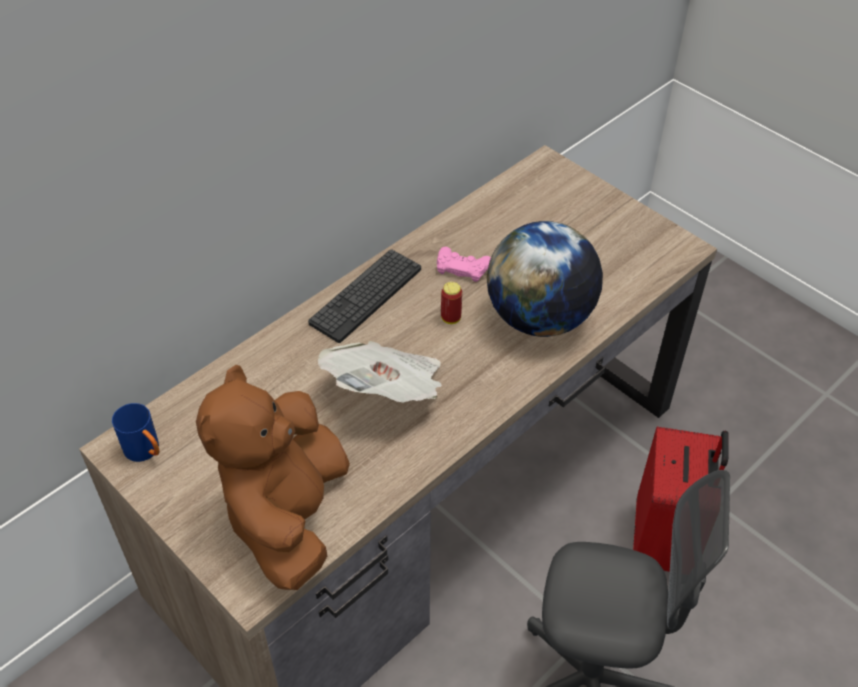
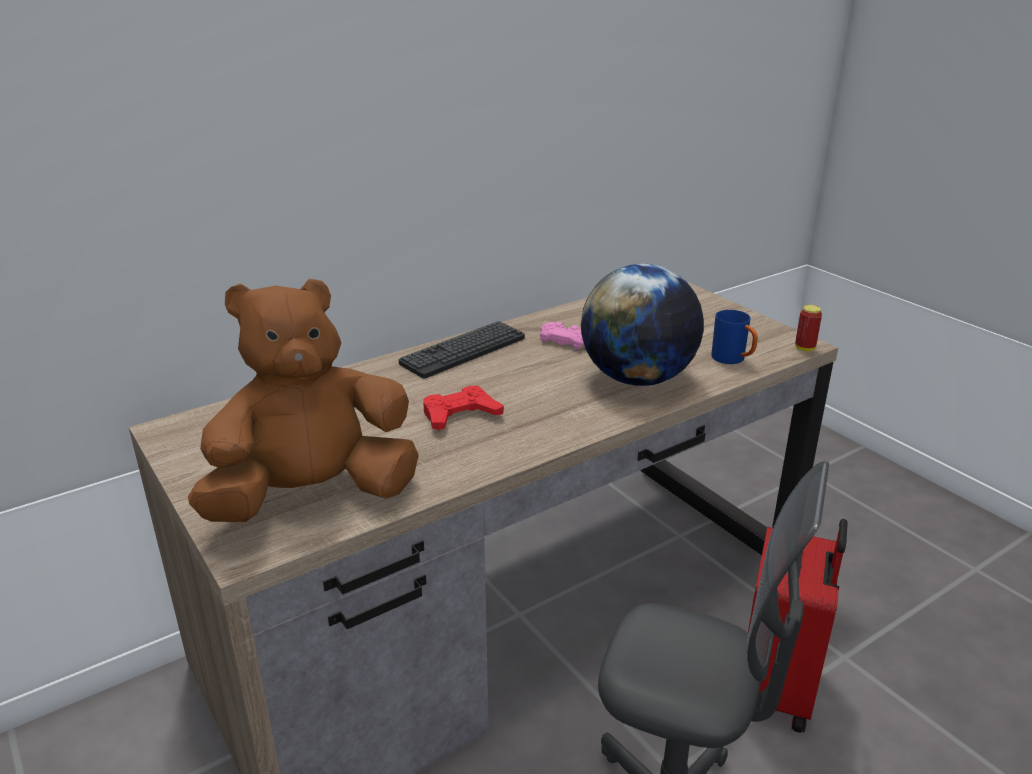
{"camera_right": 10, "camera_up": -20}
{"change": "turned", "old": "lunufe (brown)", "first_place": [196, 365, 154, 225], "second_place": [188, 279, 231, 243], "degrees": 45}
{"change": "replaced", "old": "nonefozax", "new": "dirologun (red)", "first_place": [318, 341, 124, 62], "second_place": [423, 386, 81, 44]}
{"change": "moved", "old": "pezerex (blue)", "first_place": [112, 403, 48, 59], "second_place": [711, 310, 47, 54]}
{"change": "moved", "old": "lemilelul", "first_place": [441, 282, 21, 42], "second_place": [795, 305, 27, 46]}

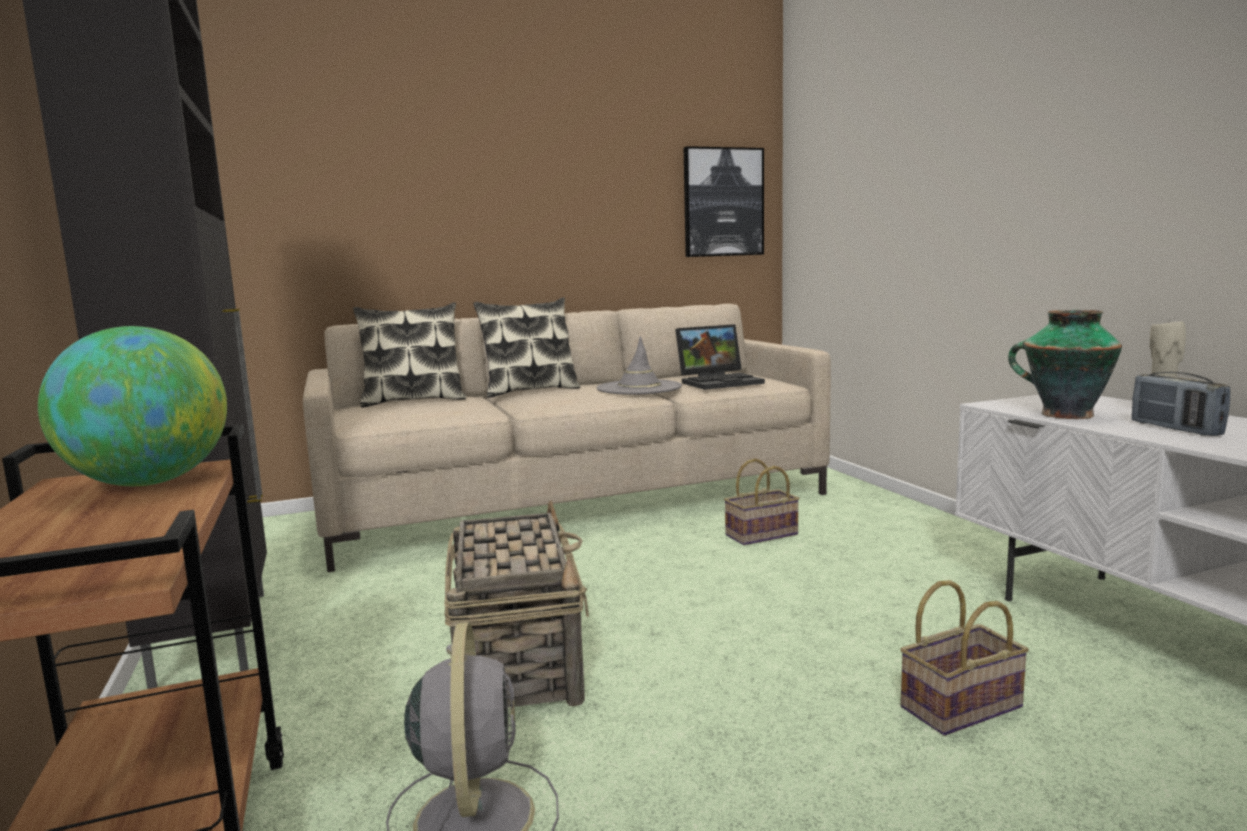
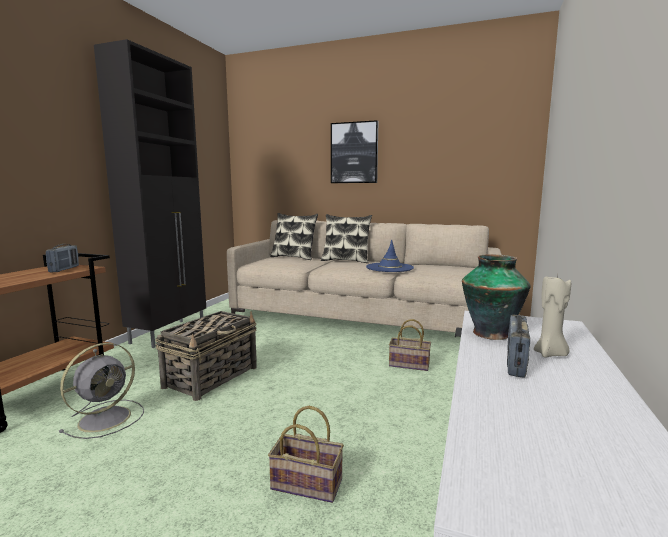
{"camera_right": 40, "camera_up": 0}
{"change": "replaced", "old": "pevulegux", "new": "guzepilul", "first_place": [38, 326, 189, 160], "second_place": [46, 244, 33, 28]}
{"change": "moved", "old": "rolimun", "first_place": [684, 146, 80, 111], "second_place": [331, 120, 47, 63]}
{"change": "recoloured", "old": "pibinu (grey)", "new": "pibinu (blue)", "first_place": [596, 336, 86, 59], "second_place": [366, 240, 48, 32]}
{"change": "removed", "old": "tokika", "first_place": [675, 324, 90, 66]}

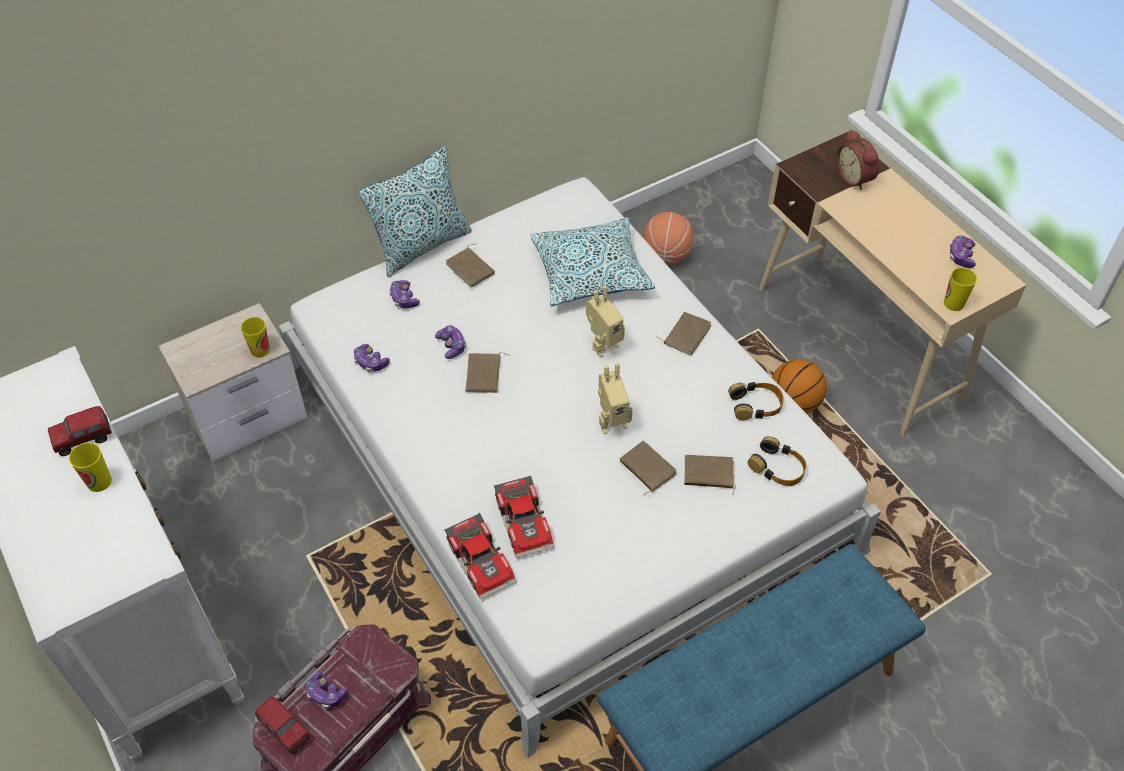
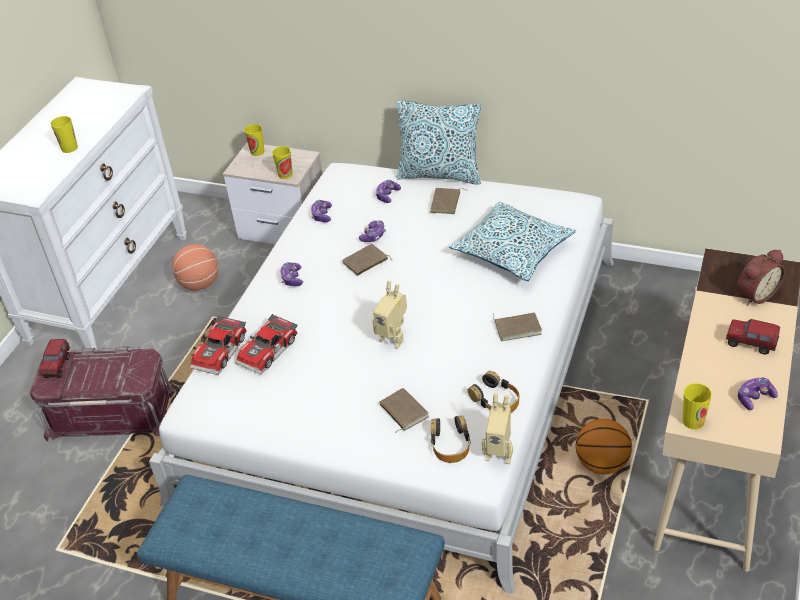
{"camera_right": 55, "camera_up": -10}
{"change": "moved", "old": "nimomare", "first_place": [643, 212, 51, 52], "second_place": [172, 244, 46, 47]}
{"change": "added", "new": "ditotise", "second_place": [244, 124, 21, 32]}
{"change": "moved", "old": "dirologun", "first_place": [305, 672, 43, 37], "second_place": [280, 262, 23, 24]}
{"change": "moved", "old": "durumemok", "first_place": [586, 286, 39, 71], "second_place": [482, 393, 31, 71]}
{"change": "moved", "old": "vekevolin", "first_place": [48, 406, 64, 50], "second_place": [726, 319, 54, 36]}
{"change": "turned", "old": "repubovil", "first_place": [836, 129, 43, 61], "second_place": [737, 249, 48, 56], "degrees": -150}
{"change": "removed", "old": "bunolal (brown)", "first_place": [620, 441, 57, 54]}

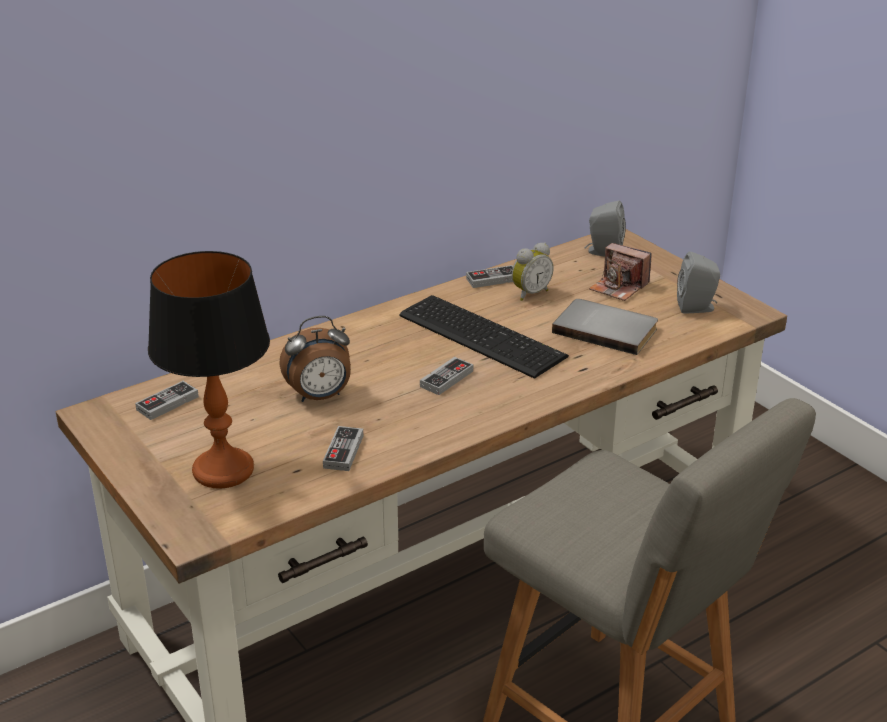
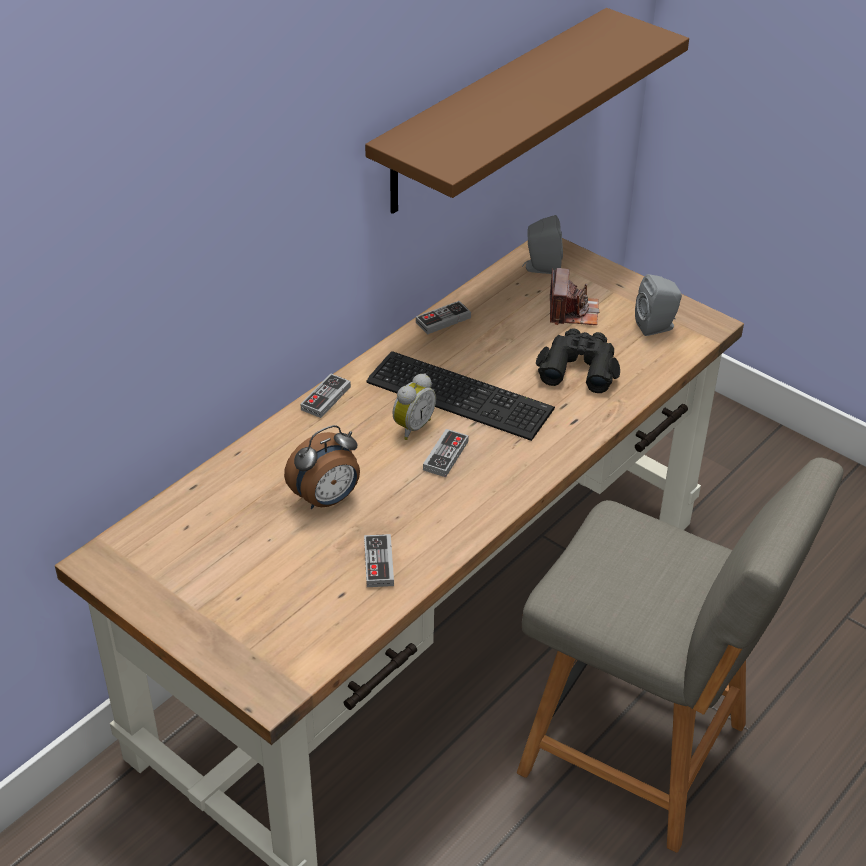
{"camera_right": -15, "camera_up": 10}
{"change": "moved", "old": "dirologun", "first_place": [135, 381, 64, 39], "second_place": [301, 374, 50, 44]}
{"change": "added", "new": "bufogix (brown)", "second_place": [365, 8, 324, 206]}
{"change": "moved", "old": "repubovil", "first_place": [512, 242, 42, 59], "second_place": [392, 373, 44, 67]}
{"change": "replaced", "old": "bunolal (grey)", "new": "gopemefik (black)", "first_place": [552, 299, 106, 56], "second_place": [536, 328, 84, 65]}
{"change": "turned", "old": "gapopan", "first_place": [589, 243, 63, 58], "second_place": [550, 268, 49, 57], "degrees": -105}
{"change": "removed", "old": "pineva", "first_place": [148, 251, 122, 238]}

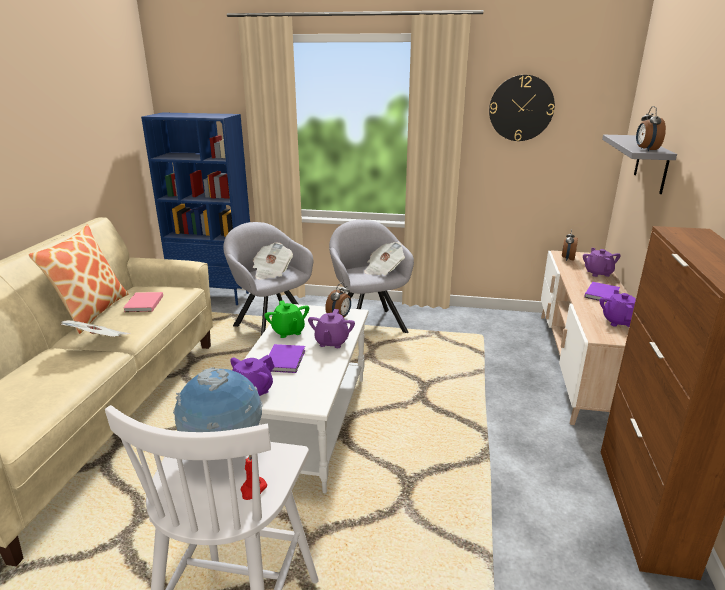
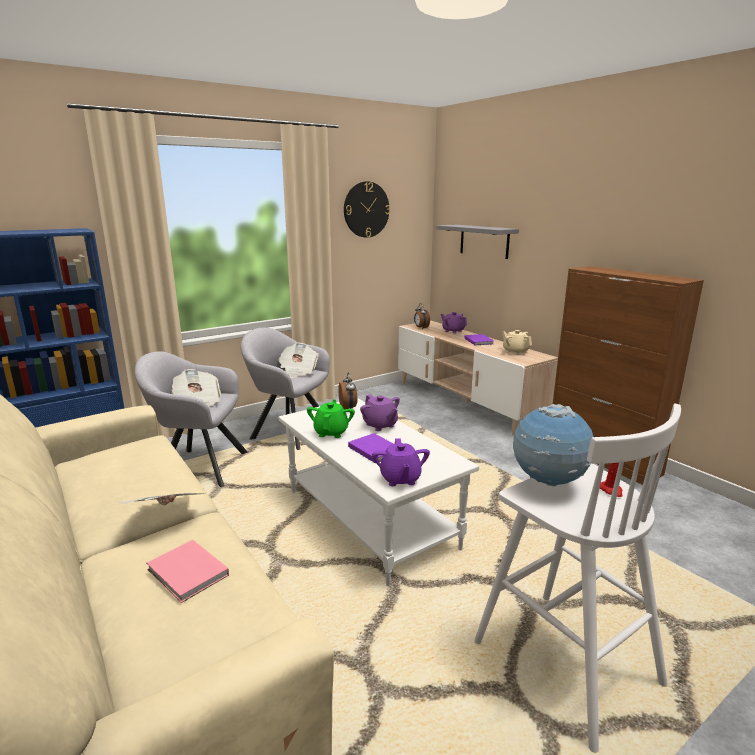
{"camera_right": -45, "camera_up": -5}
{"change": "moved", "old": "bunolal (pink)", "first_place": [123, 292, 40, 20], "second_place": [146, 540, 83, 63]}
{"change": "turned", "old": "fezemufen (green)", "first_place": [264, 300, 45, 38], "second_place": [307, 400, 48, 38], "degrees": -105}
{"change": "recoloured", "old": "fezemufen (purple)", "new": "fezemufen (beige)", "first_place": [599, 290, 37, 37], "second_place": [502, 330, 30, 25]}
{"change": "removed", "old": "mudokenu", "first_place": [29, 224, 100, 110]}
{"change": "removed", "old": "repubovil", "first_place": [636, 106, 30, 45]}

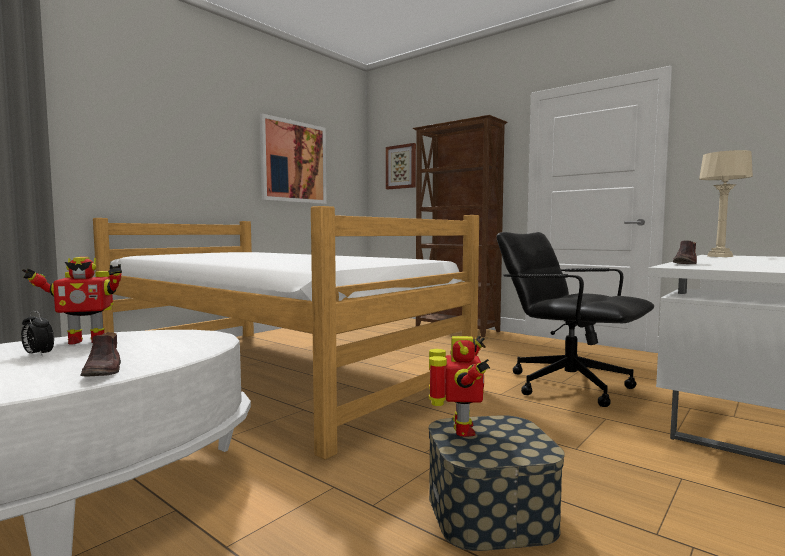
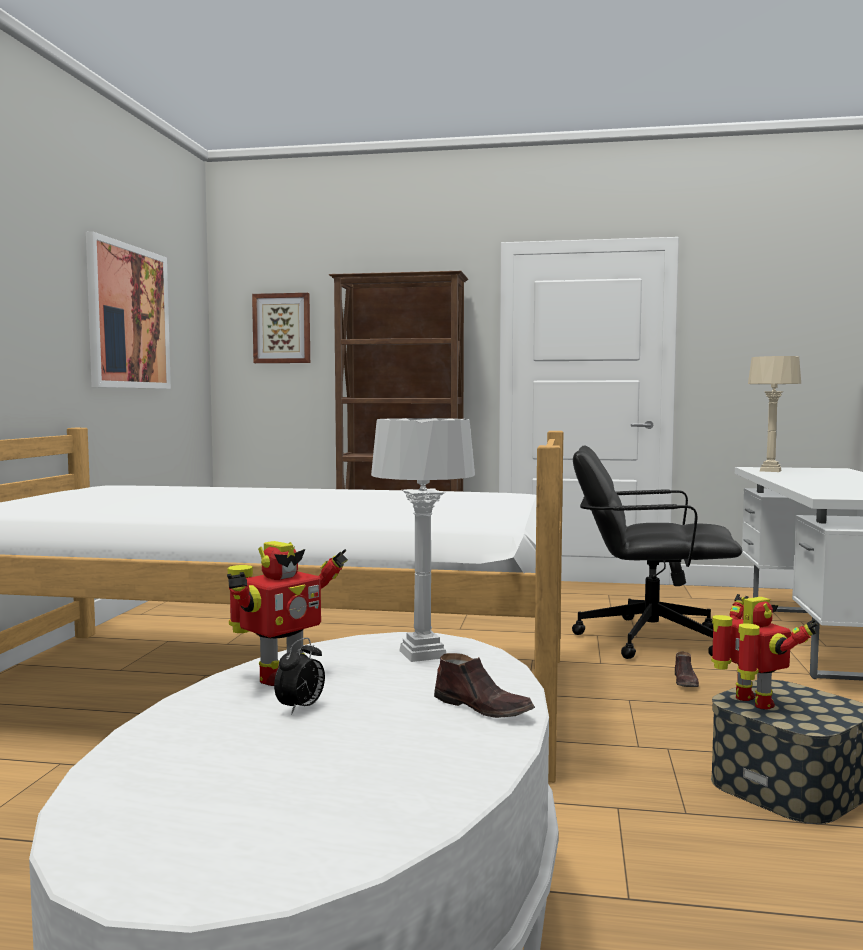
{"camera_right": -30, "camera_up": 0}
{"change": "turned", "old": "repubovil", "first_place": [21, 311, 33, 46], "second_place": [274, 638, 51, 77], "degrees": -60}
{"change": "added", "new": "pineva (white)", "second_place": [371, 418, 104, 244]}
{"change": "moved", "old": "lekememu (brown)", "first_place": [673, 240, 24, 24], "second_place": [675, 651, 24, 36]}

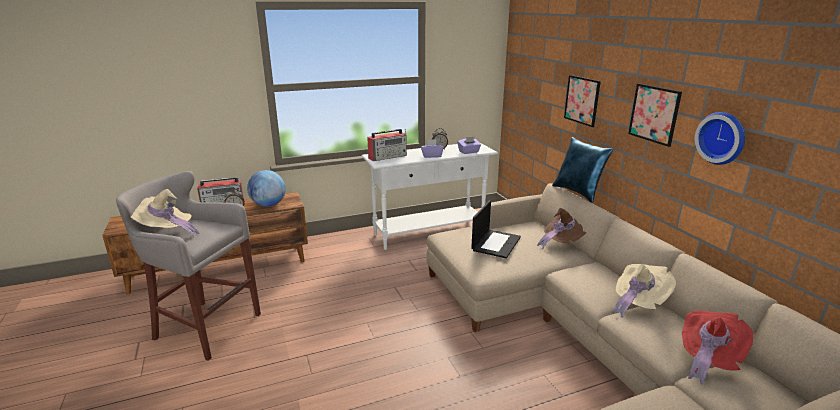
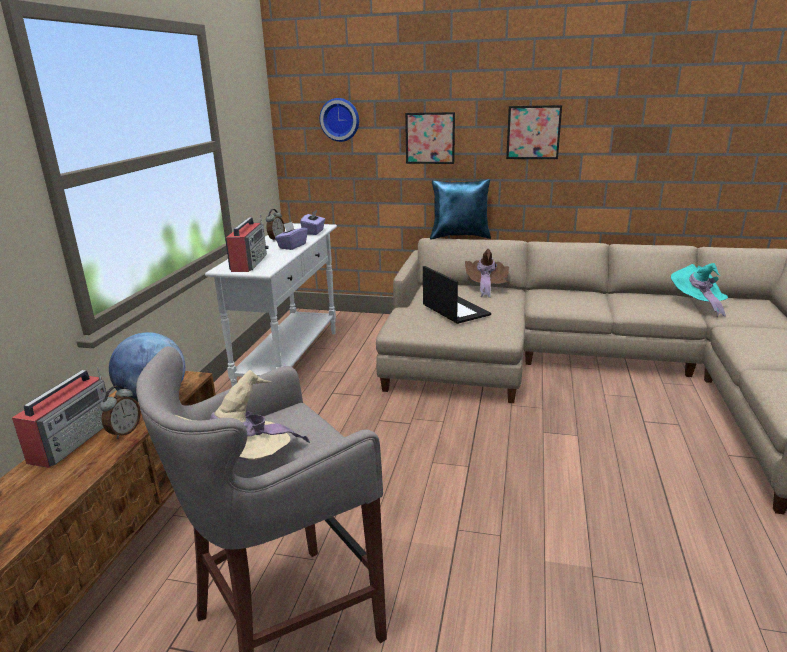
{"camera_right": -55, "camera_up": 0}
{"change": "moved", "old": "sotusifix", "first_place": [695, 112, 50, 53], "second_place": [320, 98, 39, 44]}
{"change": "recoloured", "old": "pibinu (red)", "new": "pibinu (turquoise)", "first_place": [682, 311, 72, 74], "second_place": [671, 263, 57, 54]}
{"change": "removed", "old": "pibinu (beige)", "first_place": [612, 264, 64, 54]}

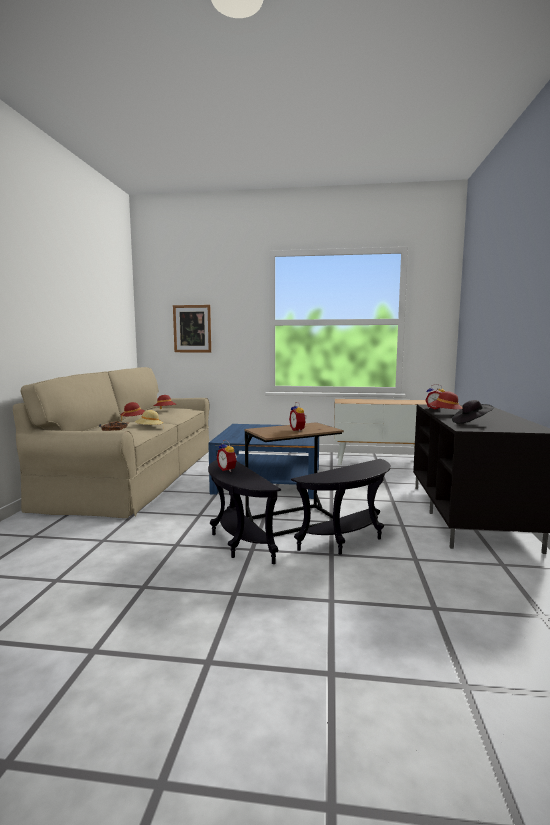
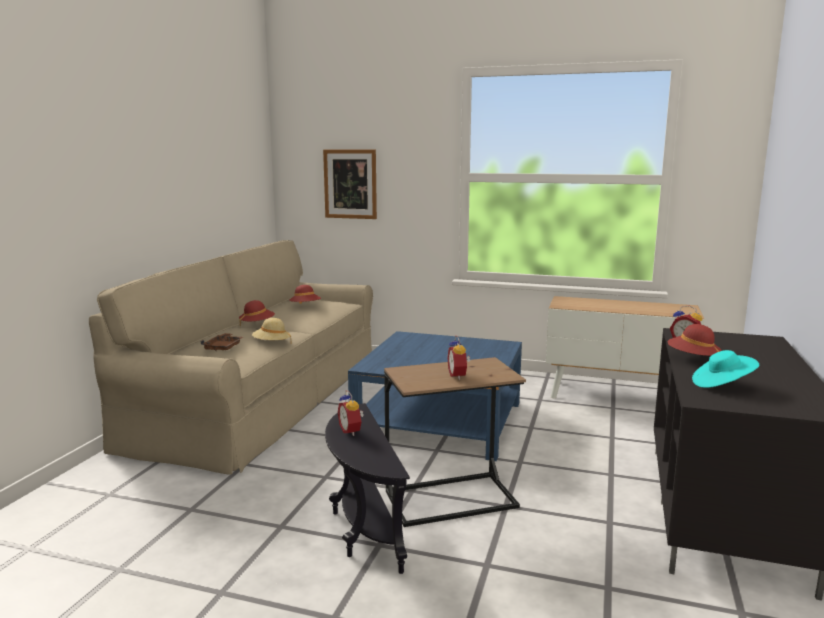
{"camera_right": 10, "camera_up": 5}
{"change": "recoloured", "old": "pibinu (black)", "new": "pibinu (turquoise)", "first_place": [452, 400, 42, 24], "second_place": [692, 350, 67, 38]}
{"change": "removed", "old": "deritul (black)", "first_place": [291, 459, 100, 96]}

